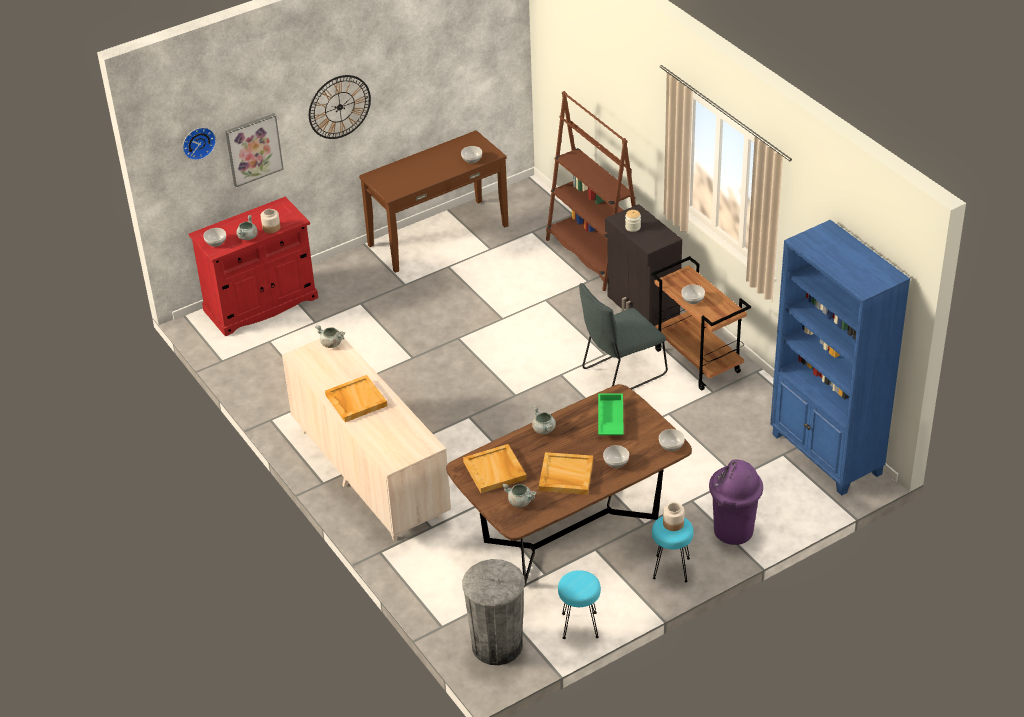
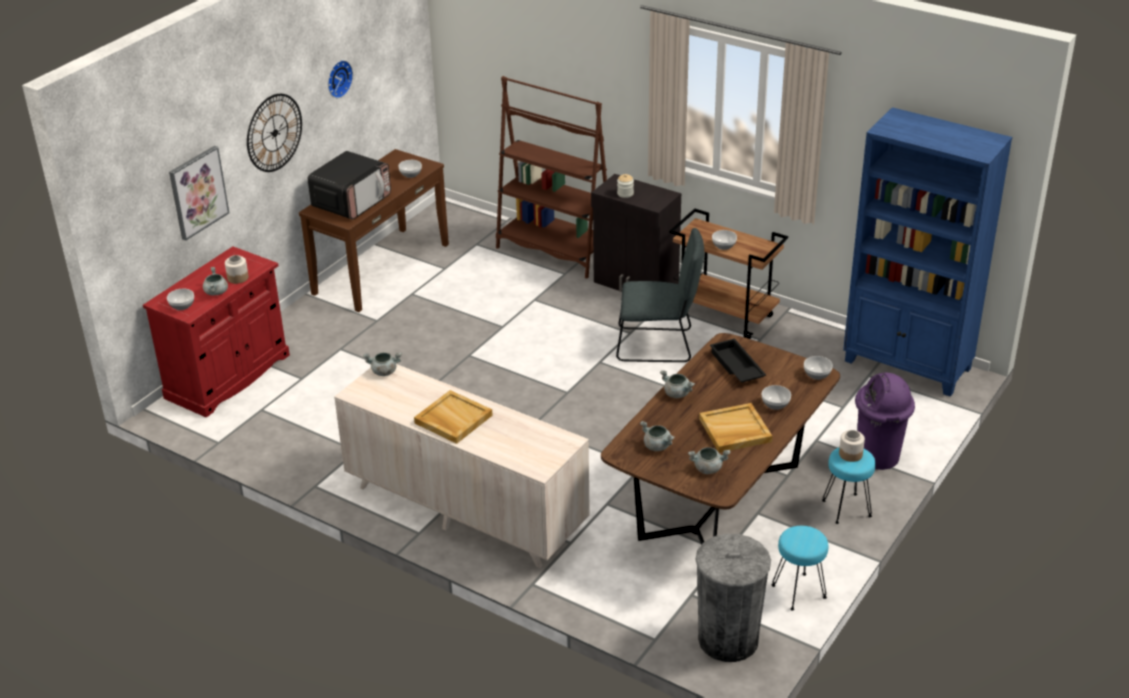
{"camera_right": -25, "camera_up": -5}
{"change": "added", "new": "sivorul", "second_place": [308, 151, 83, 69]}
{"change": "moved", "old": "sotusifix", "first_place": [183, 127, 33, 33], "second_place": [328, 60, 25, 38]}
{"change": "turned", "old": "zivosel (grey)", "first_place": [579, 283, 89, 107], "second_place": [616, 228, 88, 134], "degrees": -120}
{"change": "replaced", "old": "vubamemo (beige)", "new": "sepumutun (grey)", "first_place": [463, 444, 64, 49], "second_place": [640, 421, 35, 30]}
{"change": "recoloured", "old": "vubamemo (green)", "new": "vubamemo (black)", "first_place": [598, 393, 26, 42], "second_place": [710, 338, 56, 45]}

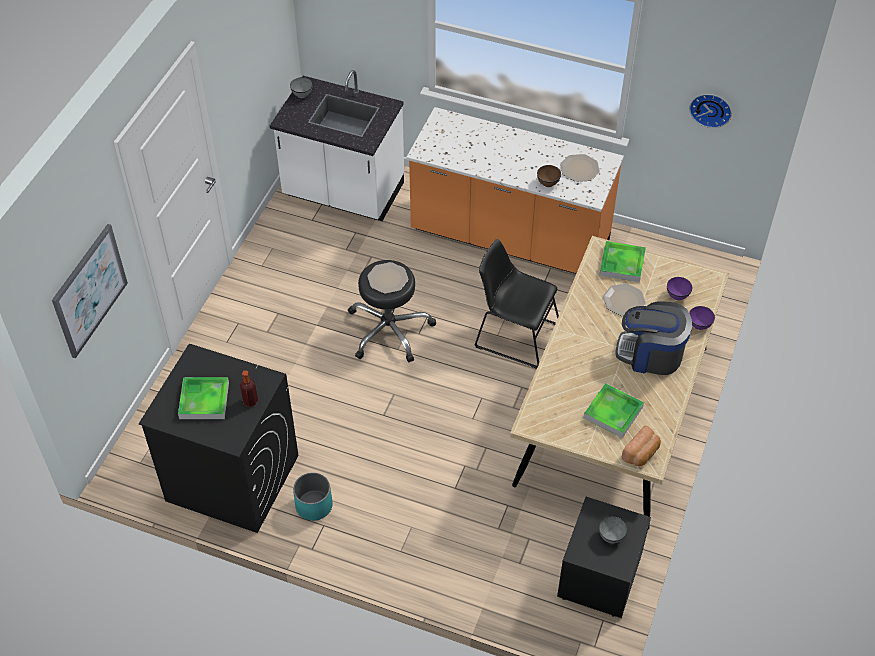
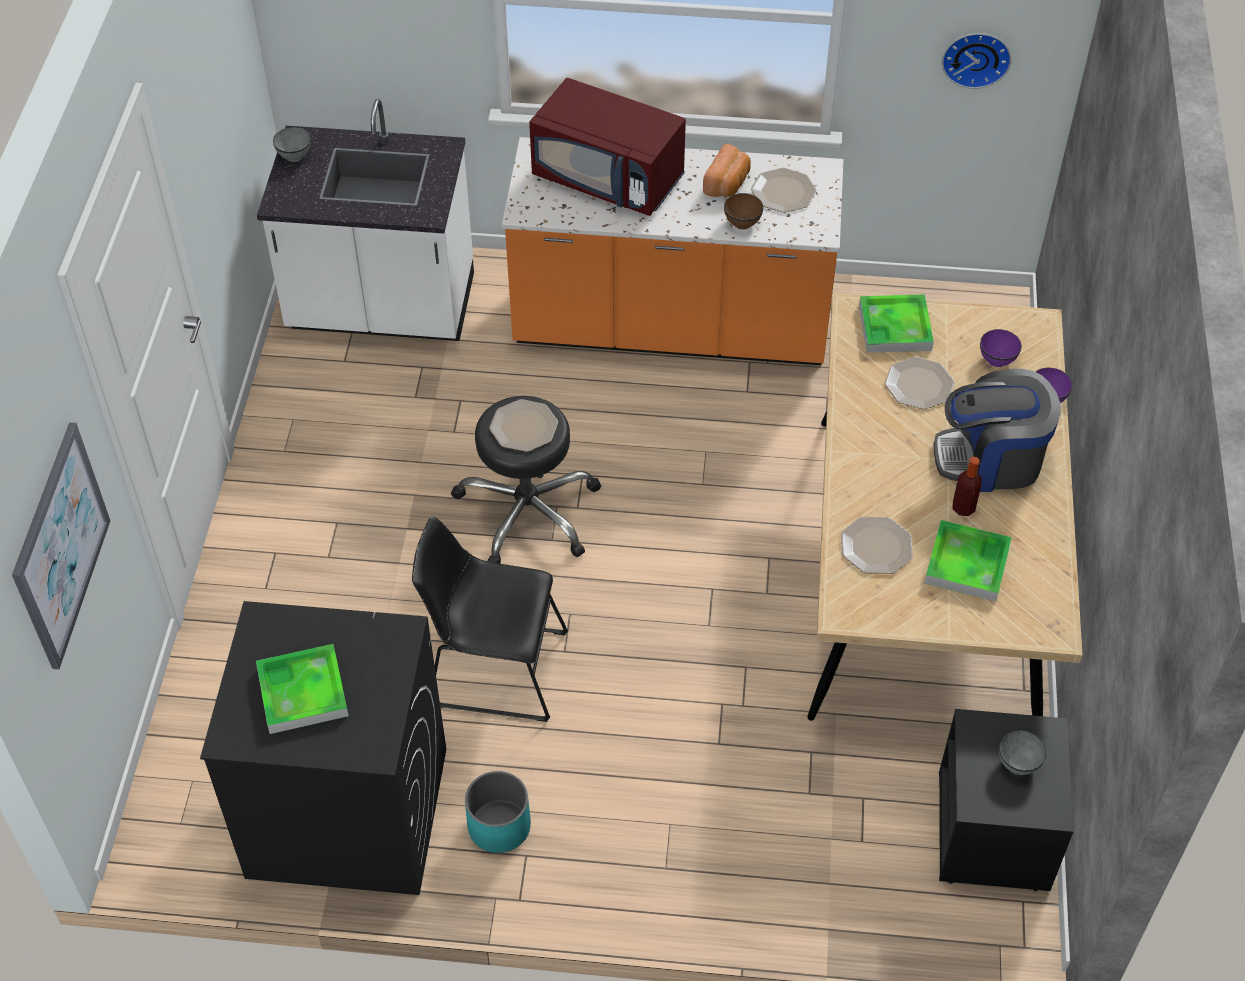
{"camera_right": -15, "camera_up": 0}
{"change": "moved", "old": "zivosel (black)", "first_place": [474, 239, 85, 130], "second_place": [412, 516, 156, 206]}
{"change": "added", "new": "sivorul (red)", "second_place": [529, 78, 157, 138]}
{"change": "moved", "old": "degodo", "first_place": [622, 426, 39, 40], "second_place": [703, 144, 48, 53]}
{"change": "added", "new": "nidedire", "second_place": [841, 517, 72, 57]}
{"change": "moved", "old": "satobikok", "first_place": [240, 370, 18, 37], "second_place": [952, 457, 30, 59]}

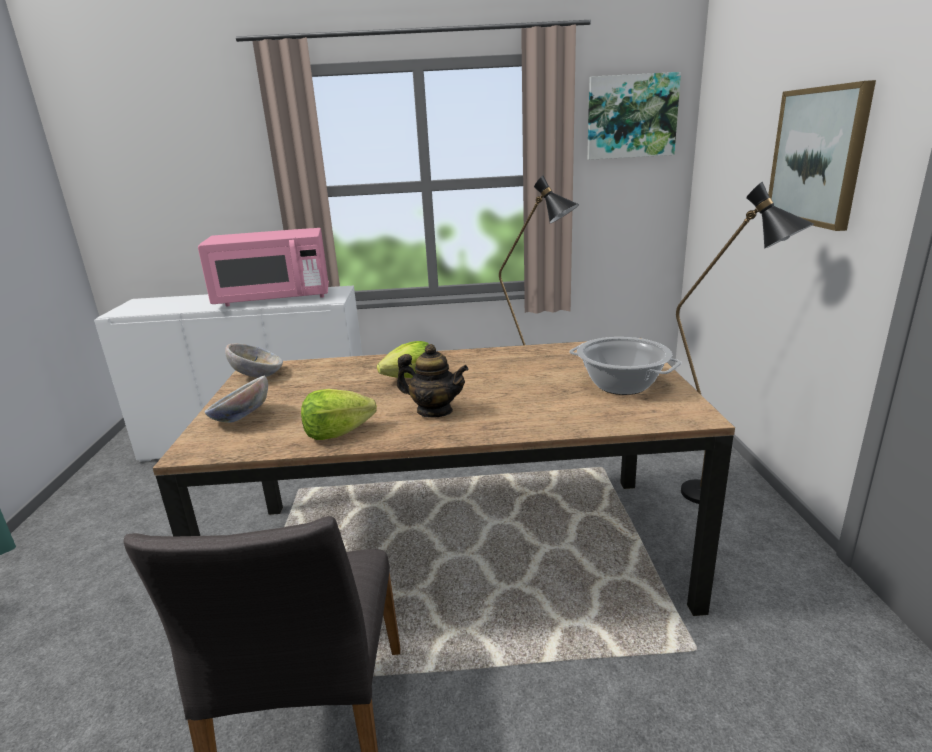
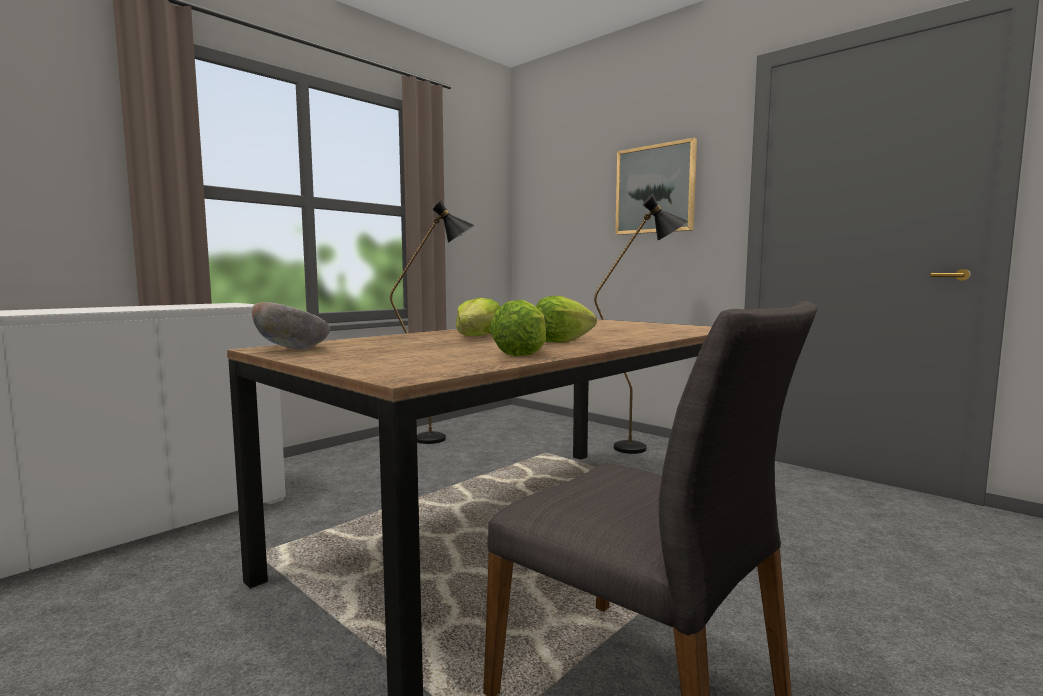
{"camera_right": -45, "camera_up": -15}
{"change": "replaced", "old": "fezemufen", "new": "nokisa", "first_place": [397, 344, 72, 74], "second_place": [536, 296, 61, 47]}
{"change": "removed", "old": "sivorul (pink)", "first_place": [198, 228, 131, 78]}
{"change": "removed", "old": "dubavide", "first_place": [205, 376, 63, 47]}
{"change": "removed", "old": "sepumutun", "first_place": [569, 337, 113, 58]}
{"change": "removed", "old": "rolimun", "first_place": [587, 72, 94, 88]}

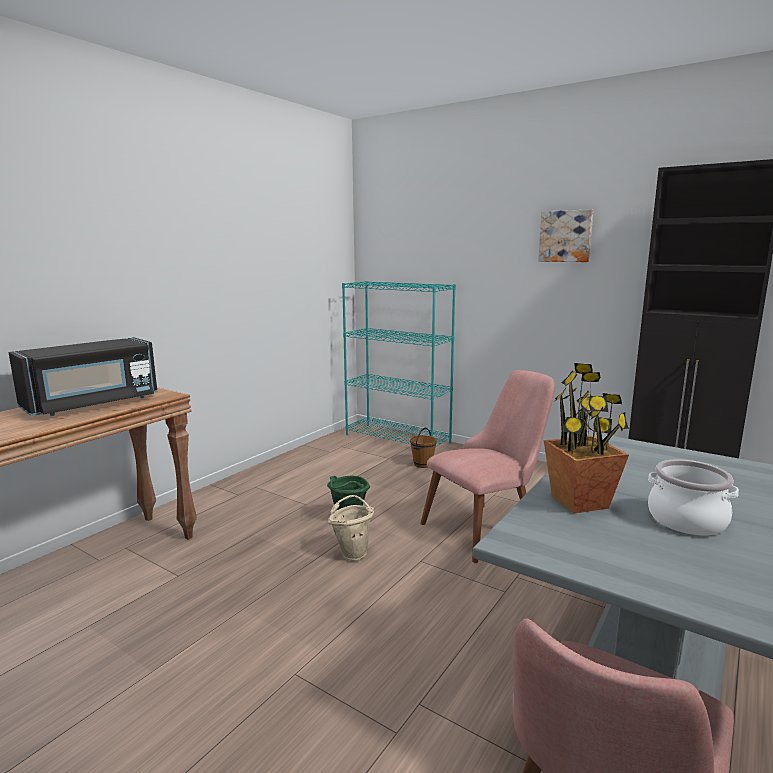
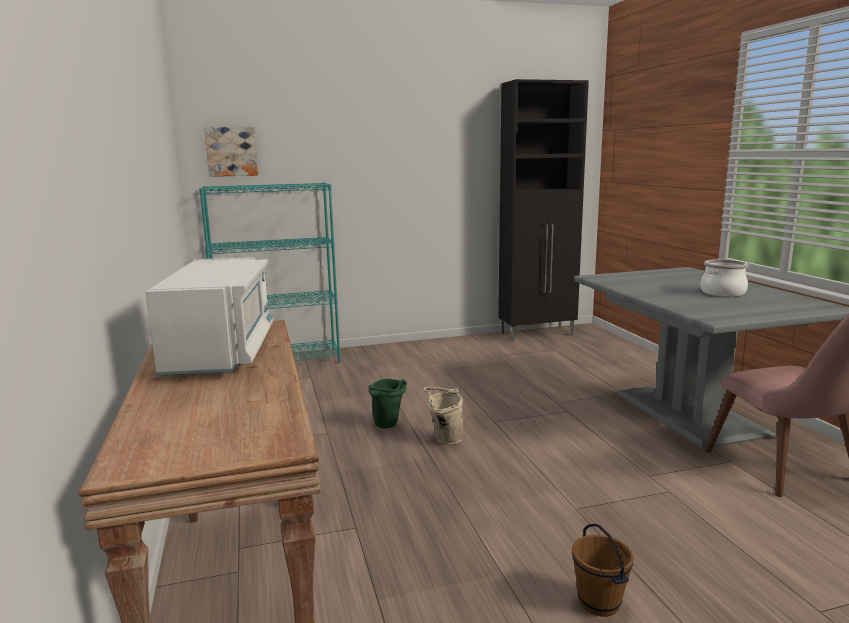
{"camera_right": -50, "camera_up": 0}
{"change": "recoloured", "old": "sivorul (black)", "new": "sivorul (white)", "first_place": [8, 337, 150, 79], "second_place": [145, 257, 128, 118]}
{"change": "moved", "old": "rolimun", "first_place": [538, 209, 55, 53], "second_place": [204, 127, 54, 50]}
{"change": "moved", "old": "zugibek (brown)", "first_place": [410, 427, 27, 41], "second_place": [572, 523, 62, 94]}
{"change": "removed", "old": "zivosel (pink)", "first_place": [420, 370, 135, 193]}
{"change": "removed", "old": "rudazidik", "first_place": [544, 363, 85, 150]}

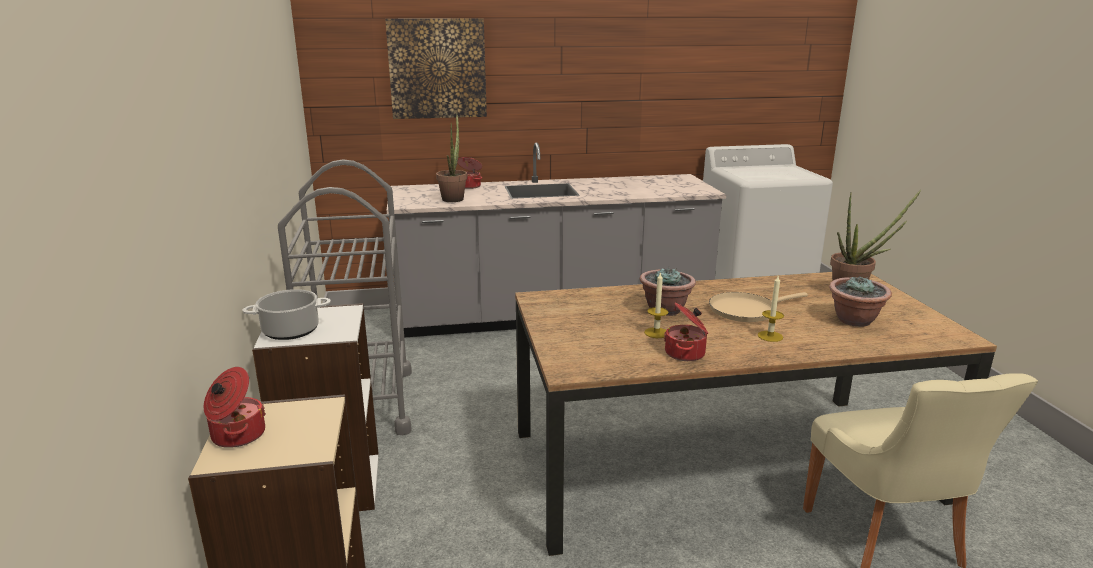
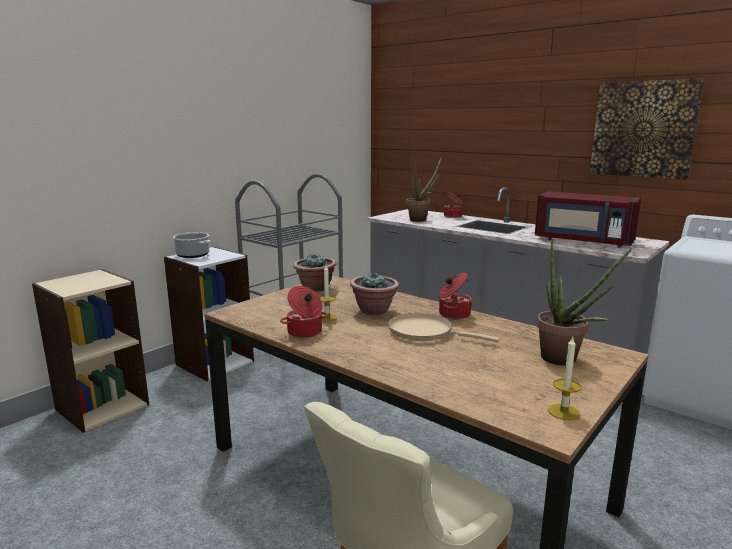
{"camera_right": 50, "camera_up": -5}
{"change": "moved", "old": "rudazidik", "first_place": [829, 276, 63, 51], "second_place": [293, 254, 43, 38]}
{"change": "moved", "old": "sepumutun", "first_place": [204, 367, 62, 81], "second_place": [439, 273, 34, 46]}
{"change": "added", "new": "sivorul (red)", "second_place": [535, 191, 106, 57]}
{"change": "moved", "old": "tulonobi", "first_place": [758, 276, 26, 66], "second_place": [548, 337, 33, 83]}
{"change": "moved", "old": "rolimun", "first_place": [385, 18, 102, 101], "second_place": [590, 79, 115, 100]}

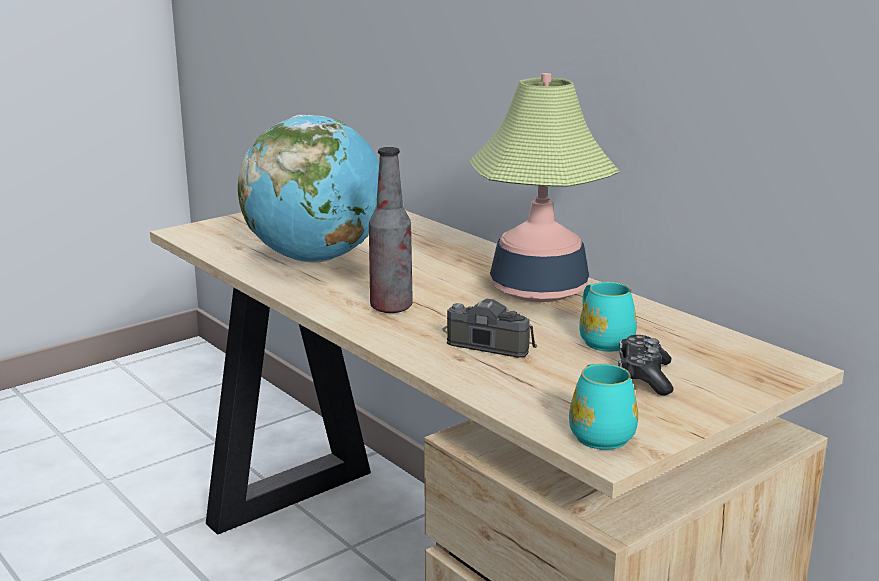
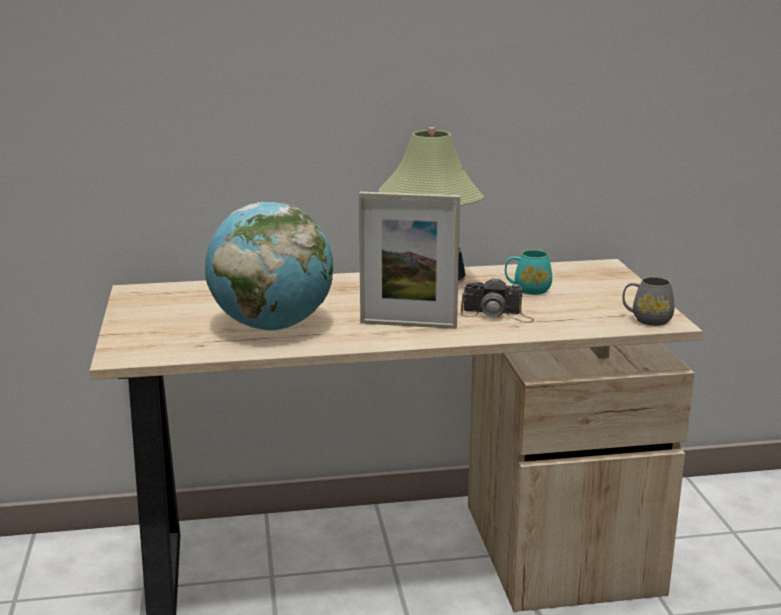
{"camera_right": -60, "camera_up": 0}
{"change": "replaced", "old": "satobikok", "new": "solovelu", "first_place": [369, 147, 44, 166], "second_place": [359, 192, 101, 137]}
{"change": "turned", "old": "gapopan", "first_place": [442, 299, 95, 59], "second_place": [461, 277, 73, 45], "degrees": -135}
{"change": "recoloured", "old": "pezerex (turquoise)", "new": "pezerex (grey)", "first_place": [569, 364, 69, 86], "second_place": [622, 277, 53, 49]}
{"change": "removed", "old": "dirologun", "first_place": [618, 335, 56, 60]}

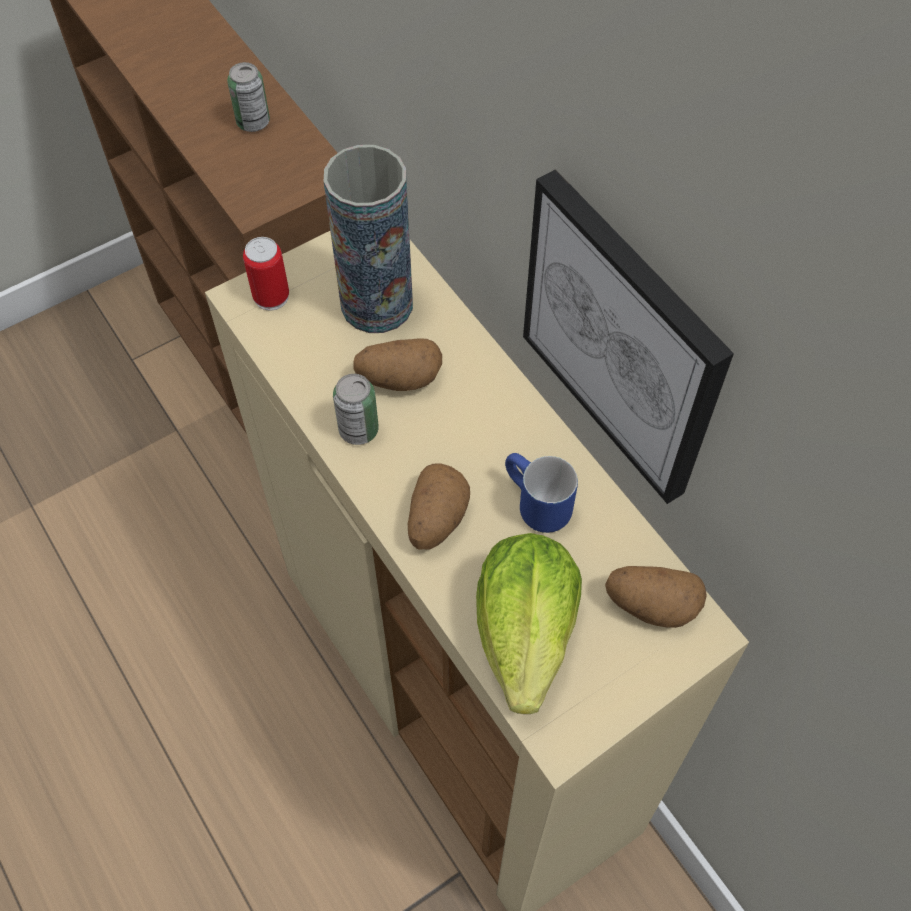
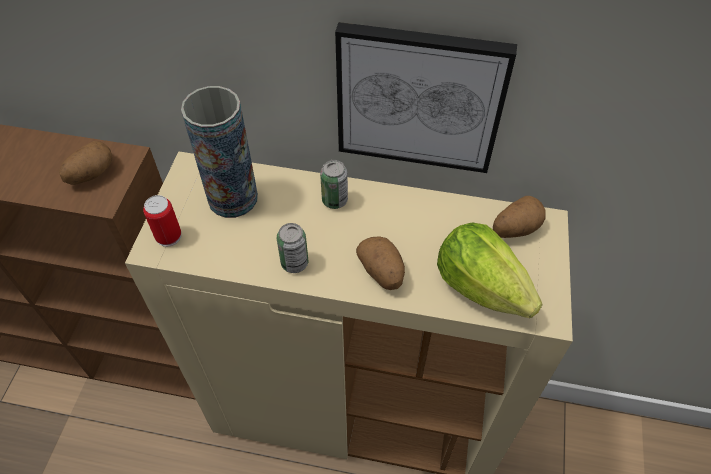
{"camera_right": -45, "camera_up": -5}
{"change": "moved", "old": "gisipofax", "first_place": [353, 339, 89, 52], "second_place": [59, 141, 53, 44]}
{"change": "moved", "old": "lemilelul", "first_place": [227, 62, 43, 70], "second_place": [320, 160, 28, 49]}
{"change": "removed", "old": "pezerex (blue)", "first_place": [505, 453, 73, 80]}

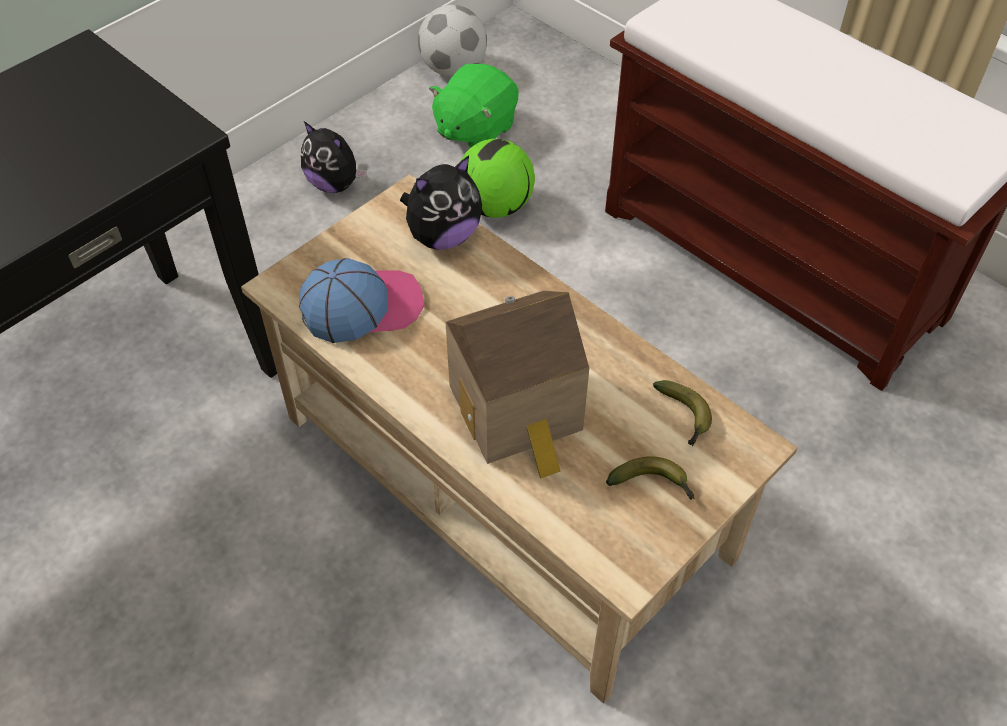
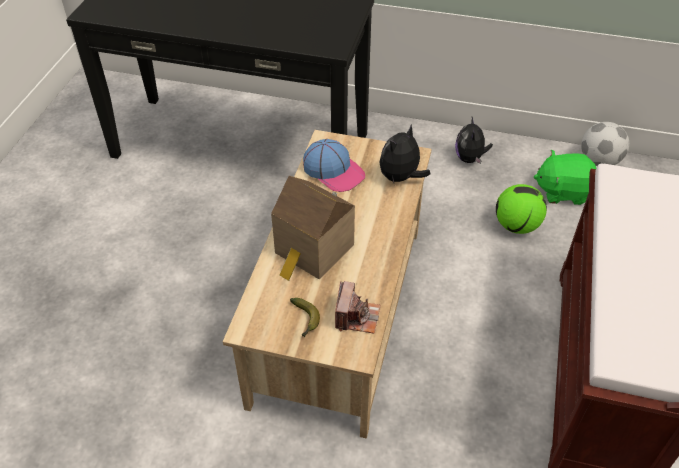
{"camera_right": 60, "camera_up": -5}
{"change": "replaced", "old": "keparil", "new": "gapopan", "first_place": [653, 380, 59, 67], "second_place": [335, 281, 45, 53]}
{"change": "turned", "old": "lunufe", "first_place": [400, 155, 82, 95], "second_place": [379, 125, 52, 61], "degrees": 105}

